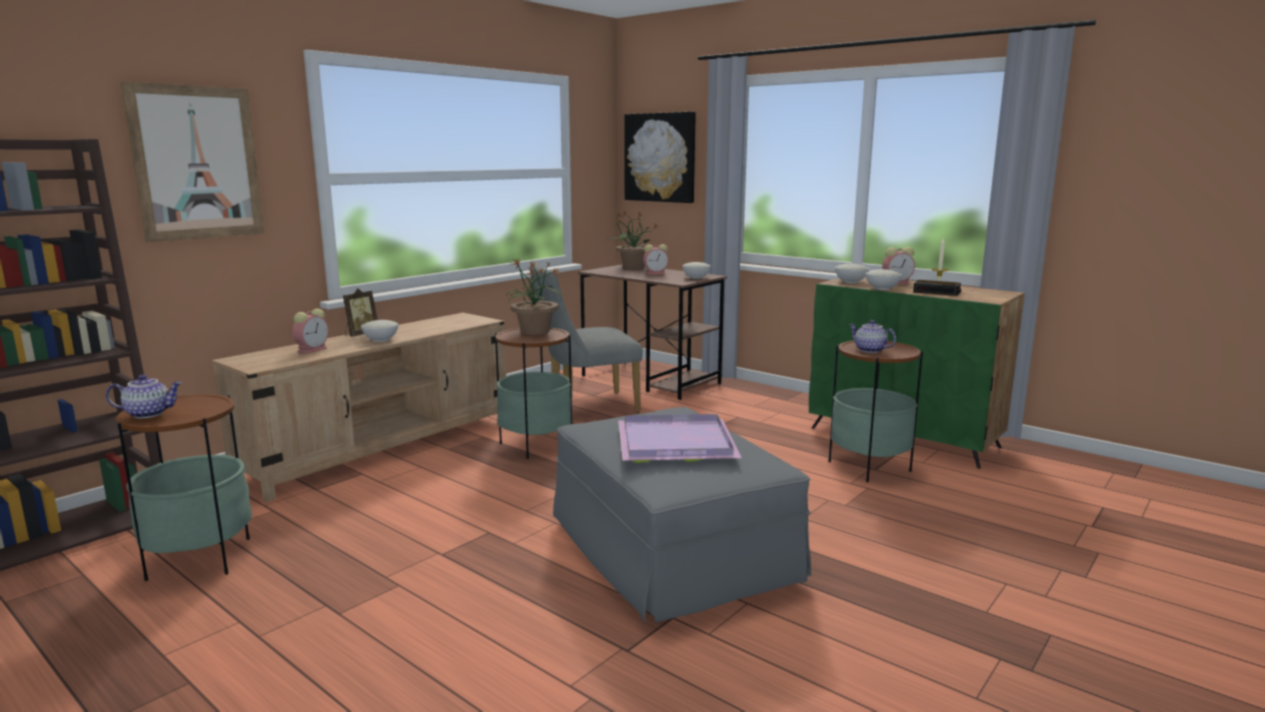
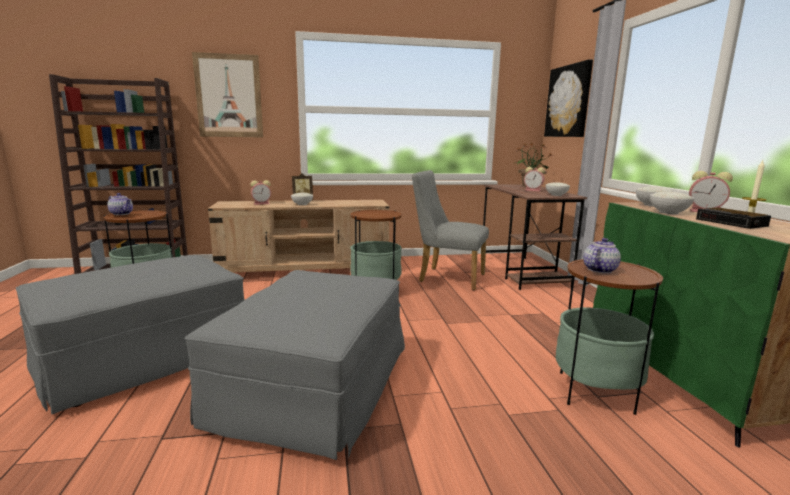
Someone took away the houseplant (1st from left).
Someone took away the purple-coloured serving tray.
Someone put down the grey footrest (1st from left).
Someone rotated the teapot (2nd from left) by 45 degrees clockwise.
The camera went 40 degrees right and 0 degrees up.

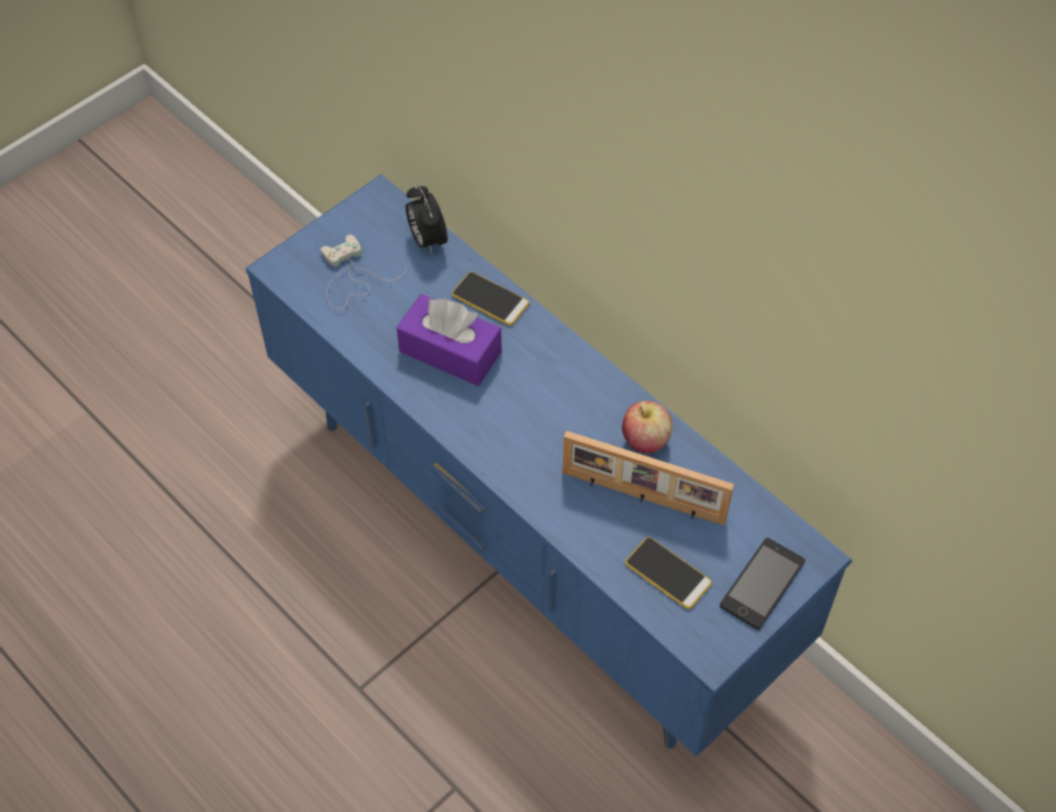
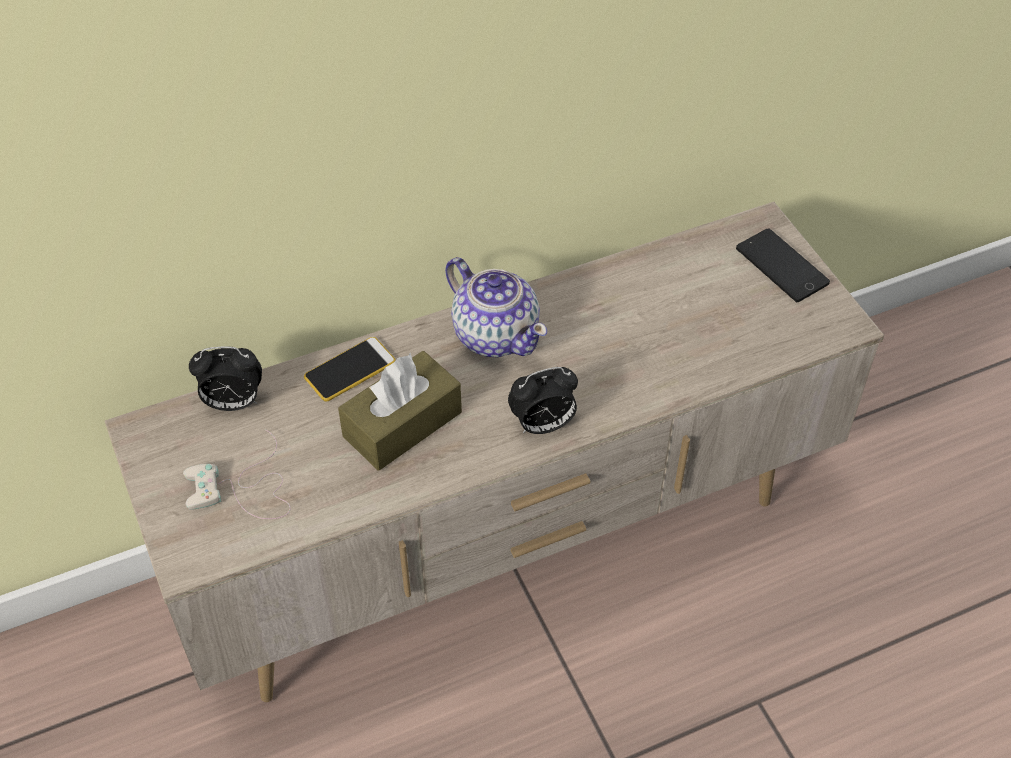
Someone took away the standing frame.
Someone took away the apple fruit.
Someone took away the phone (2nd from left).
Someone put down the teapot.
Someone put down the bedside clock (2nd from left).
Someone repainted the blue tv unit, which became the beige-coloured tv unit.
Someone repainted the purple-coloured box of tissues, which became the brown-coloured box of tissues.
The camera went 70 degrees left and 5 degrees down.

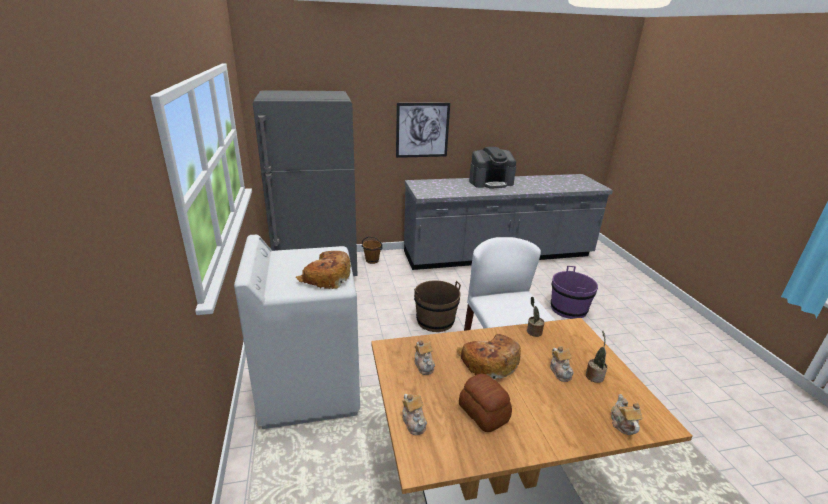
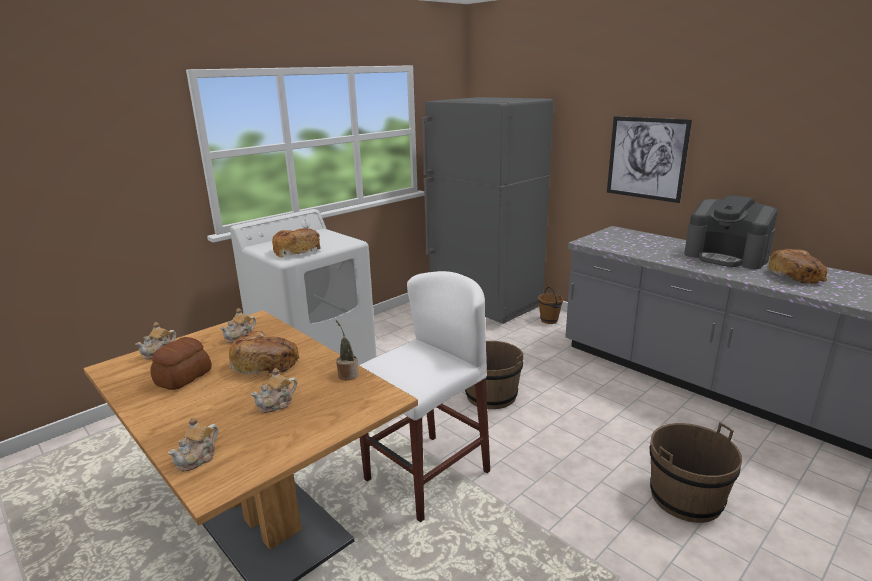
Someone took away the houseplant (2nd from left).
Someone put down the baked bread (4th from left).
Someone repainted the purple-coloured bucket, which became the brown-coloured bucket (3rd from left).
Someone rotated the teapot (4th from left in the first image) by 150 degrees clockwise.
The camera went 60 degrees right and 5 degrees down.

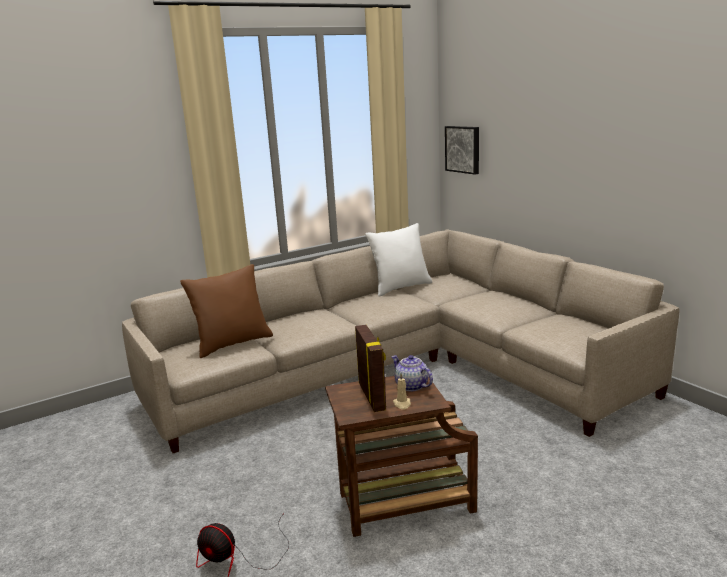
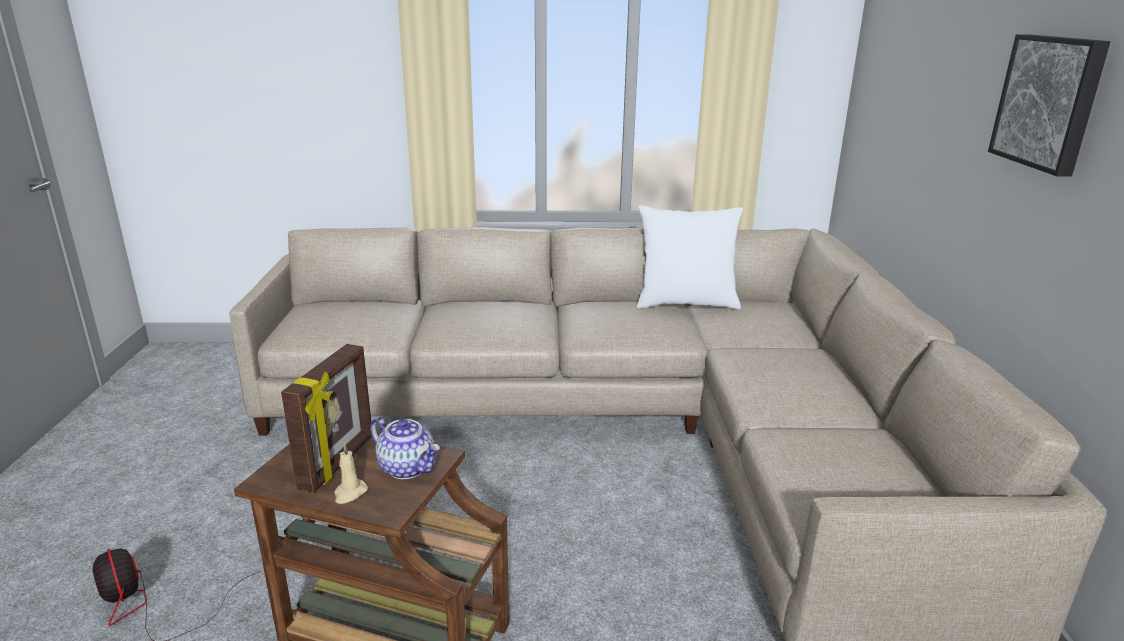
Someone took away the brown-coloured throw pillow.
Someone carried the picture.
Someone rotated the teapot by 135 degrees clockwise.
The camera went 30 degrees right and 5 degrees up.

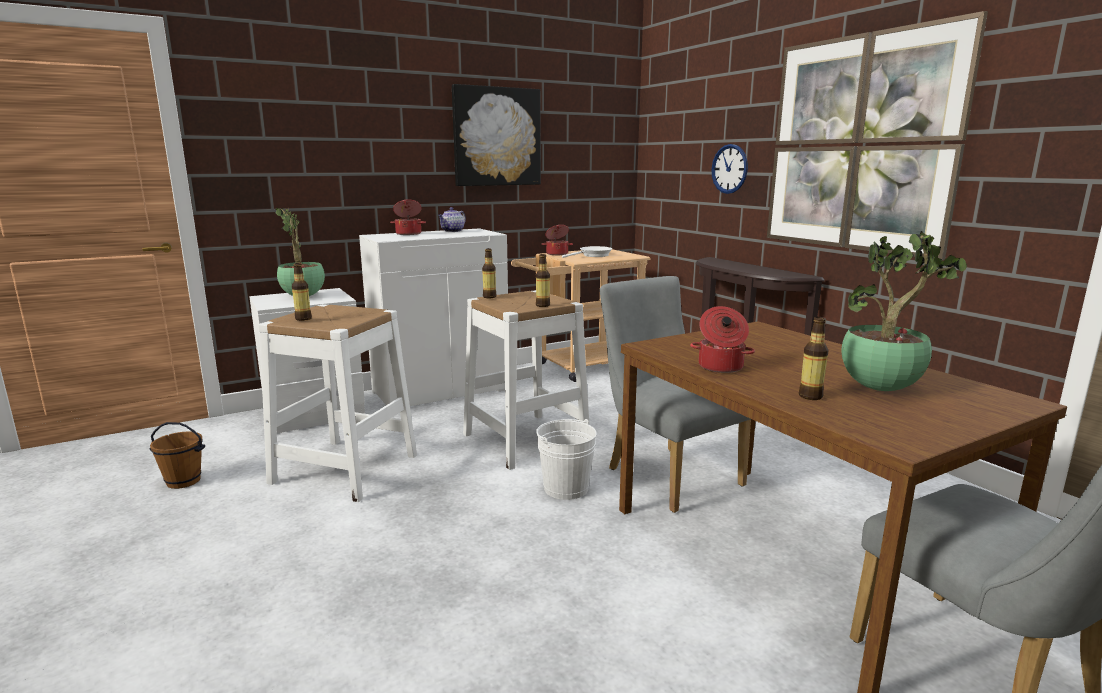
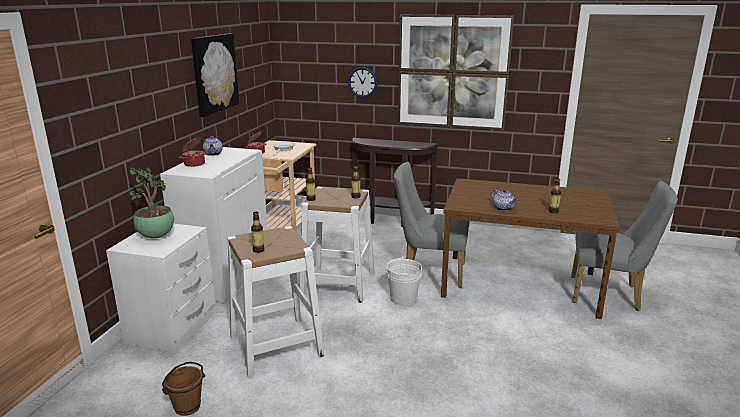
Someone took away the houseplant (2nd from left).
Someone swapped the saucepot (3rd from left) for the teapot (2nd from left).
The camera went 45 degrees left and 5 degrees up.

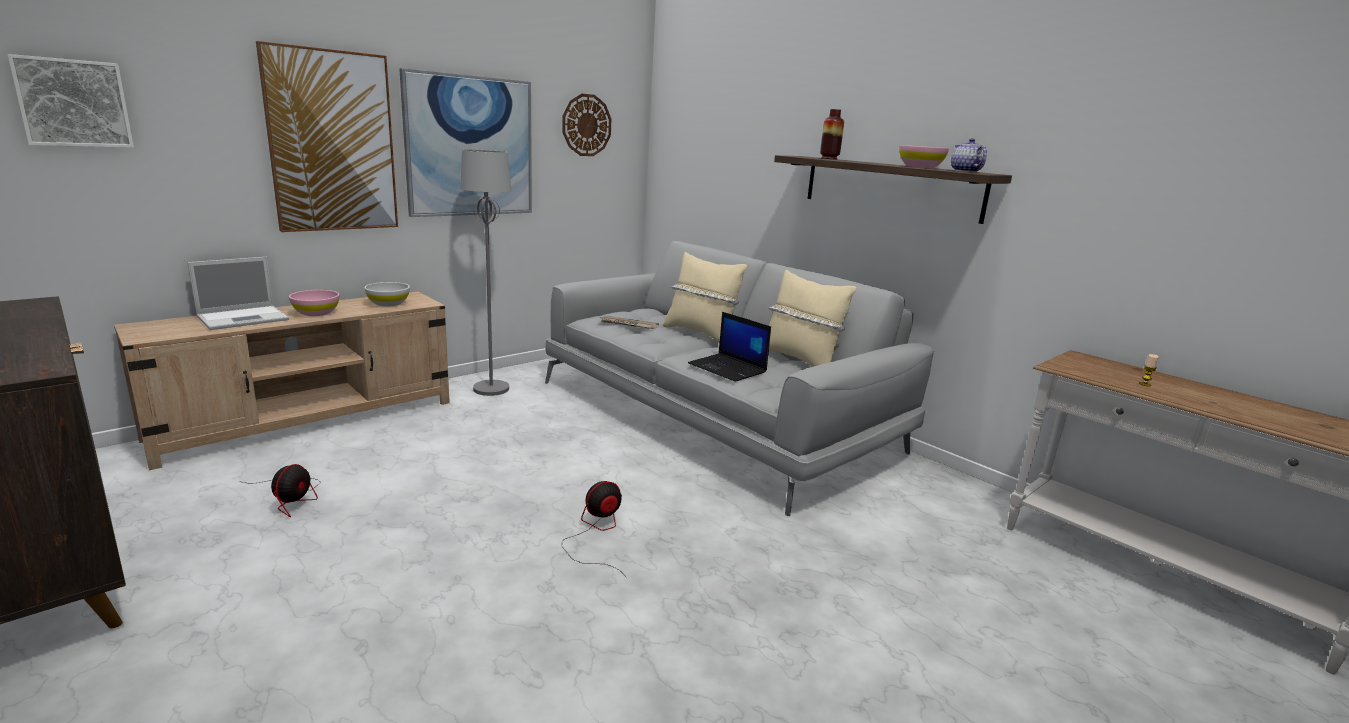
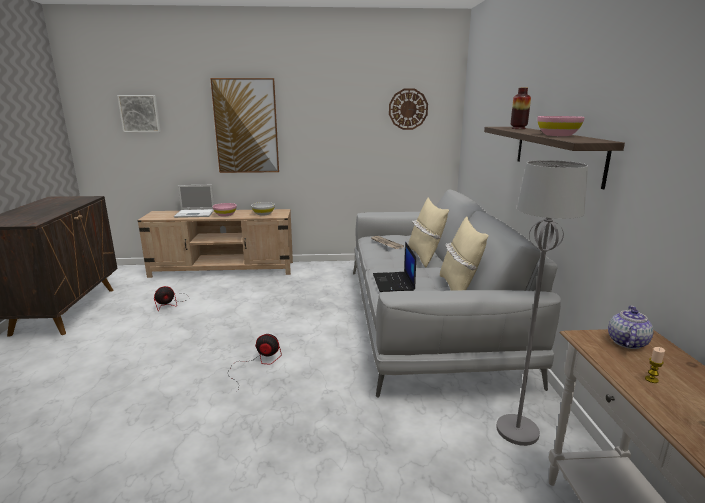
Someone took away the picture (3rd from left).
Someone carried the grey standing lamp.
Someone carried the teapot.
The camera went 40 degrees right and 0 degrees up.

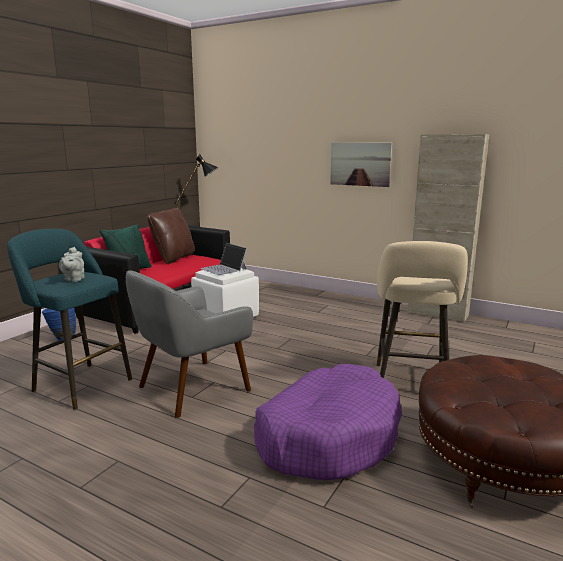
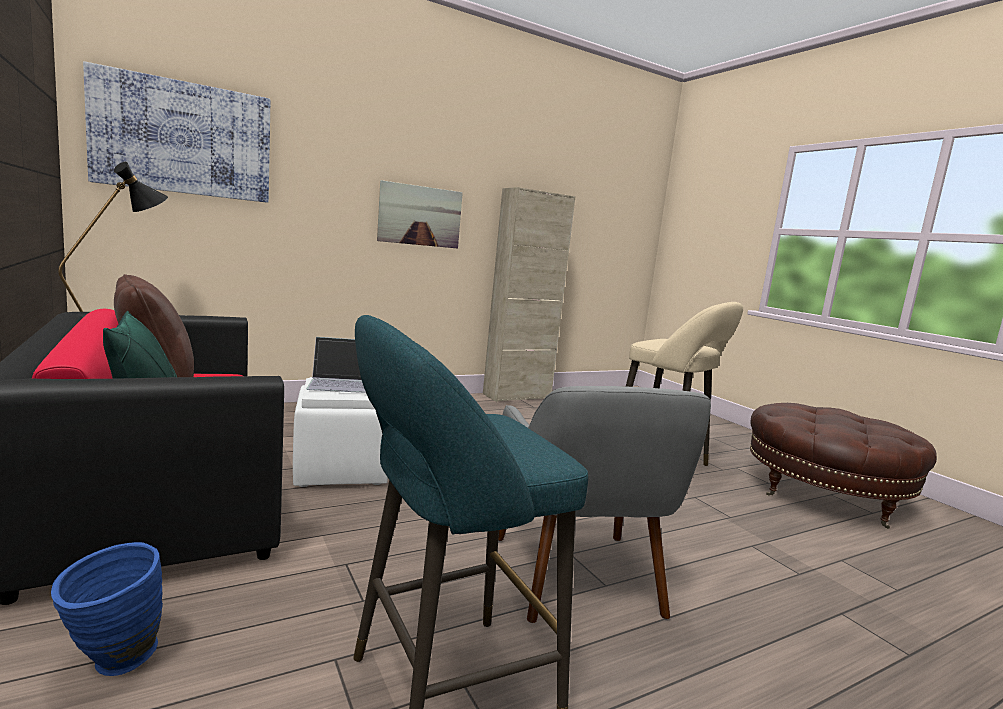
Someone took away the grey teapot.
Someone took away the purple-coloured pet bed.
Someone put up the picture (1st from left).
The camera went 60 degrees left and 5 degrees down.

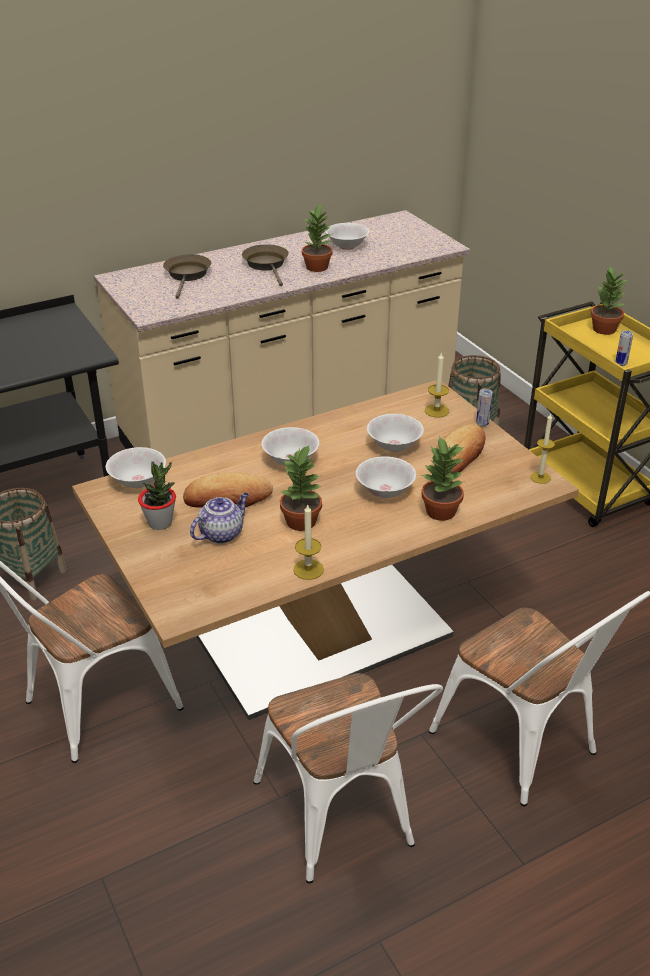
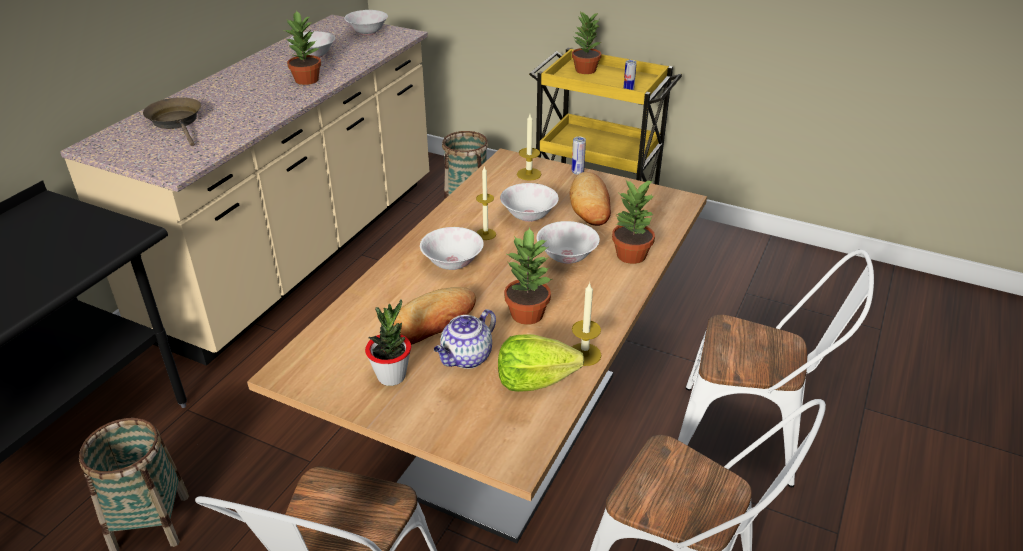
Someone took away the brown-coloured pan (2nd from left).
Someone put down the head of lettuce.
Someone carried the white serving bowl (1st from left in the first image).
Someone carried the wax candle (3rd from left in the first image).
Someone rotated the teapot by 150 degrees counterclockwise.
The camera went 35 degrees left and 0 degrees up.

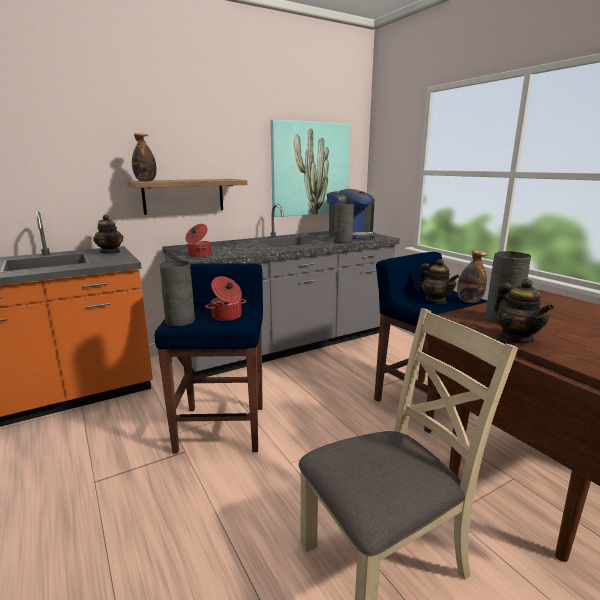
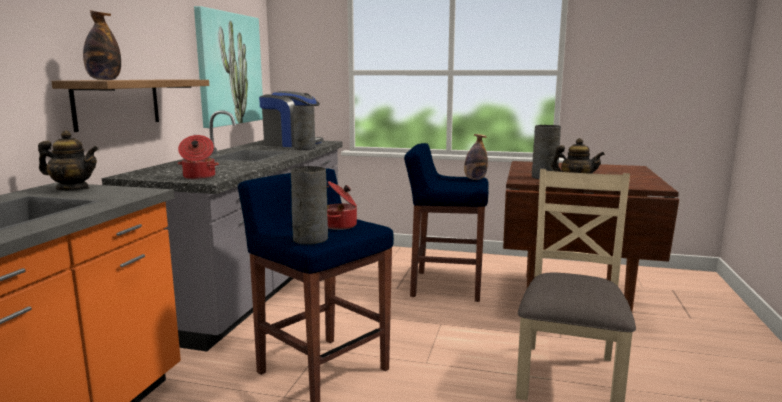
Someone took away the teapot (2nd from left).
The camera went 45 degrees left and 5 degrees down.

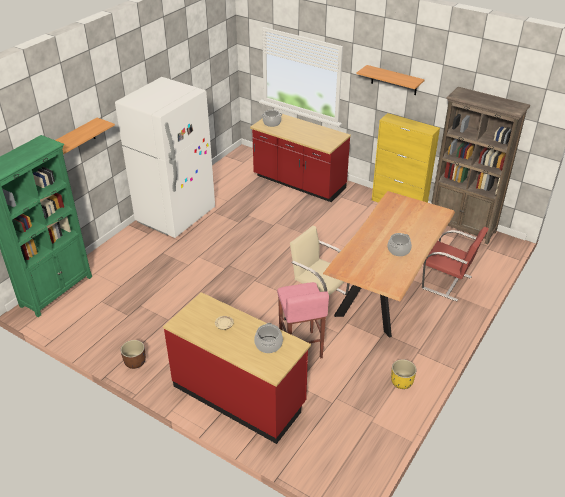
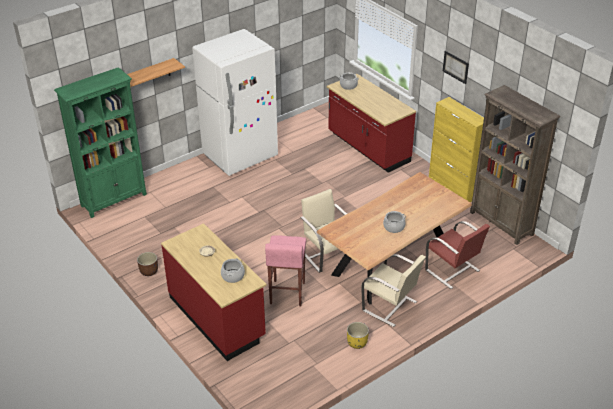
Someone put down the beige-coloured plain chair (2nd from left).
Someone swapped the wall shelf (2nd from left) for the picture.
The camera went 20 degrees right and 0 degrees up.

